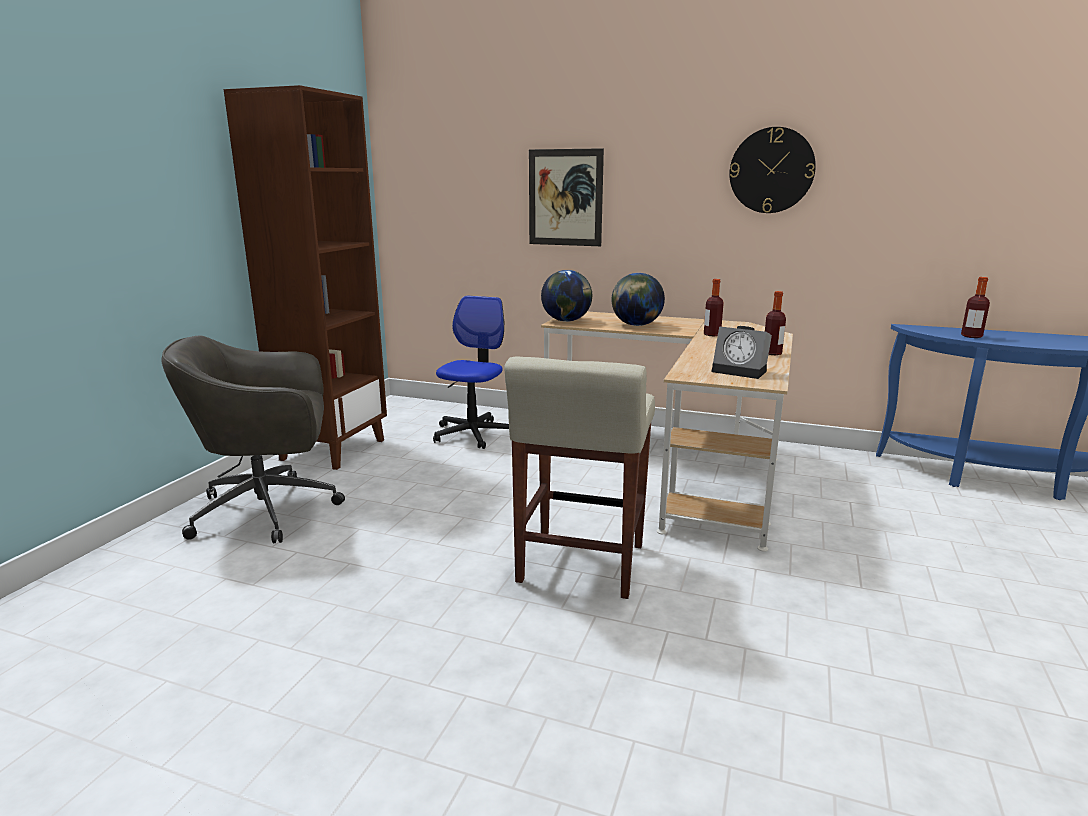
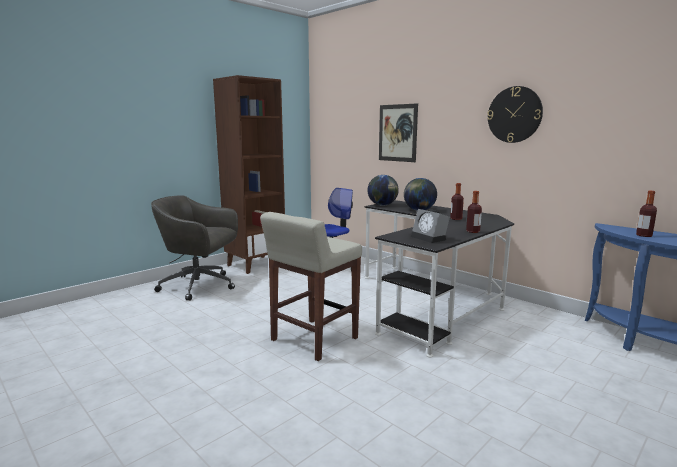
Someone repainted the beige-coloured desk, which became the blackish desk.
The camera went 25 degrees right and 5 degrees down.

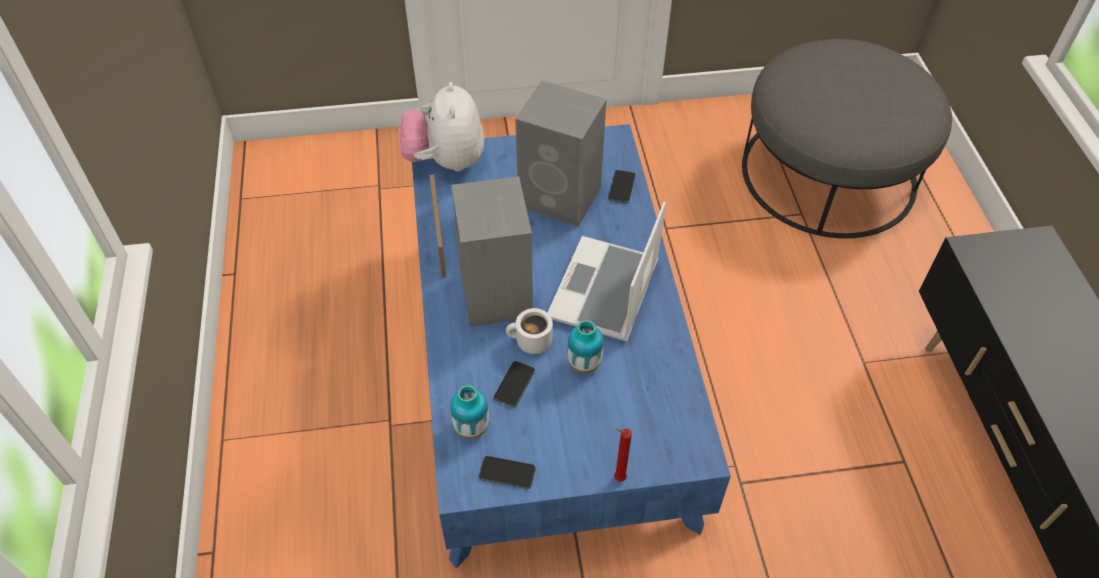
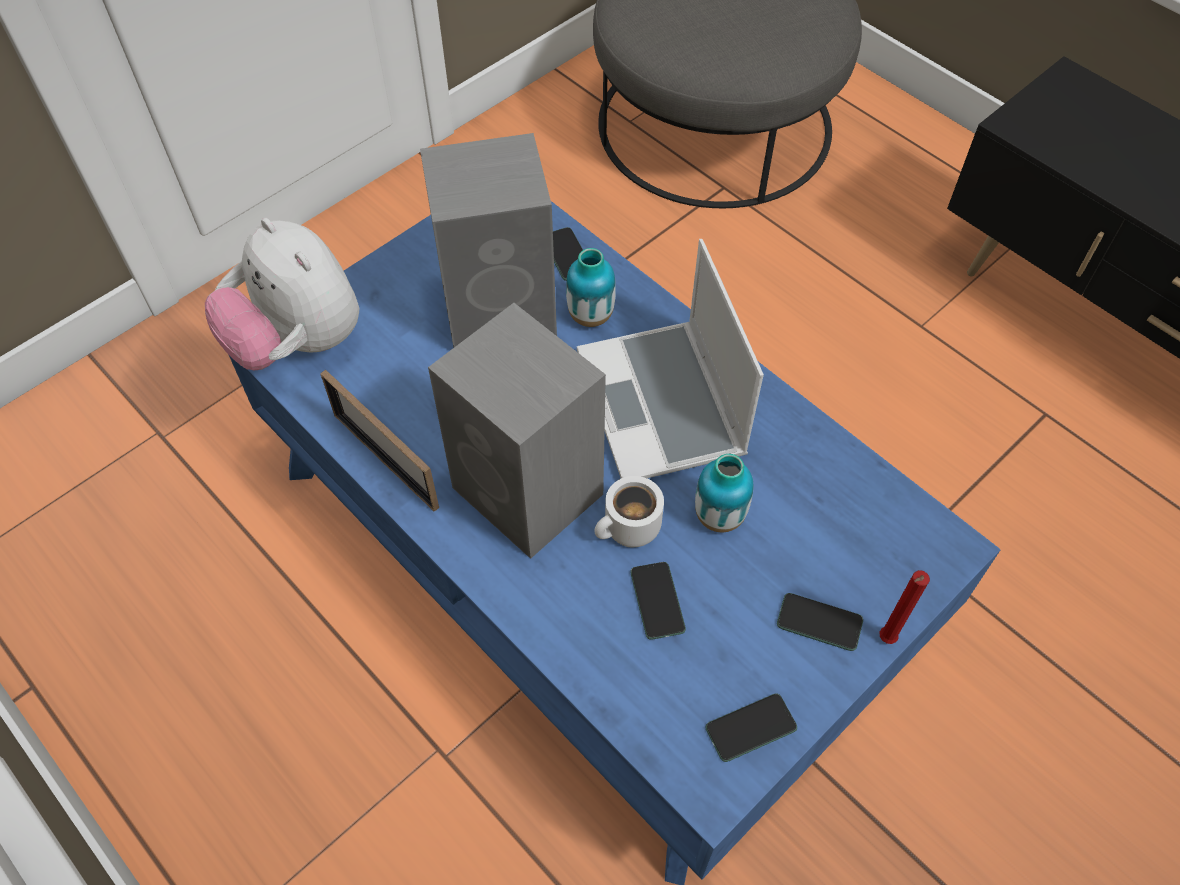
Someone put down the phone (4th from left).
Someone carried the vase (1st from left).
The camera went 35 degrees left and 5 degrees up.

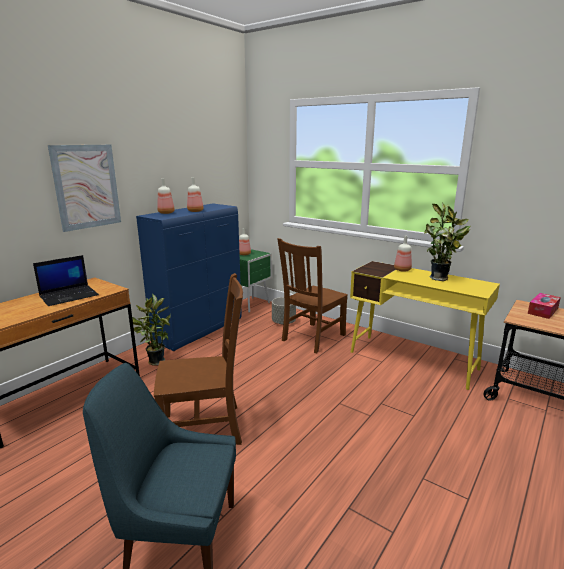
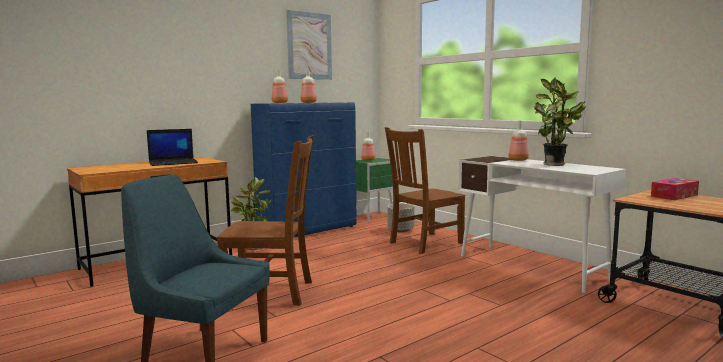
Someone carried the picture.
Someone repainted the yellow-coloured desk, which became the white desk.
The camera went 15 degrees right and 10 degrees down.

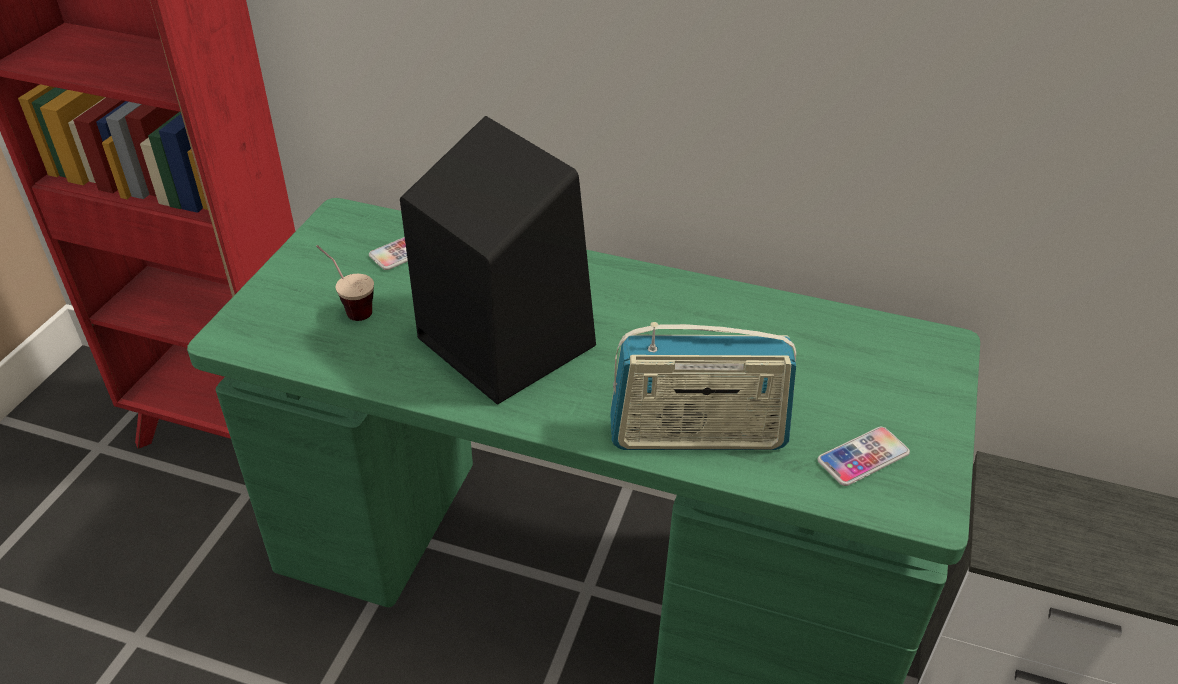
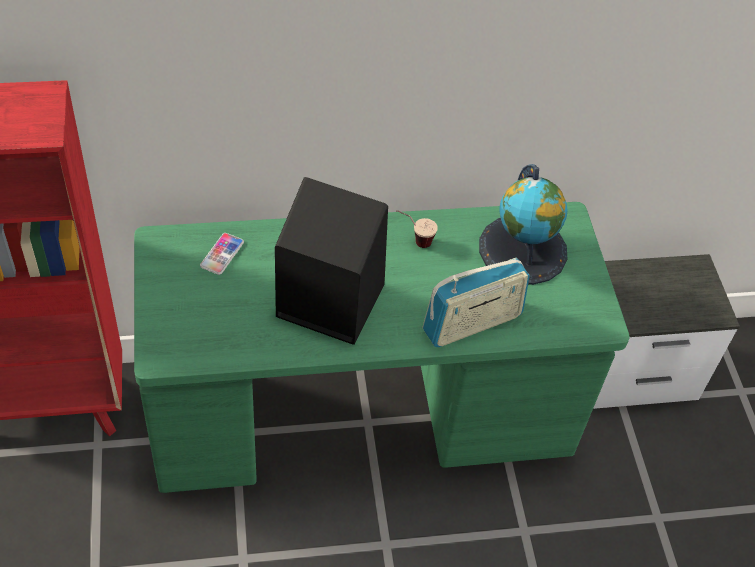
Someone took away the phone (2nd from left).
Someone put down the globe.
Someone carried the drinking cup.
The camera went 30 degrees left and 10 degrees up.

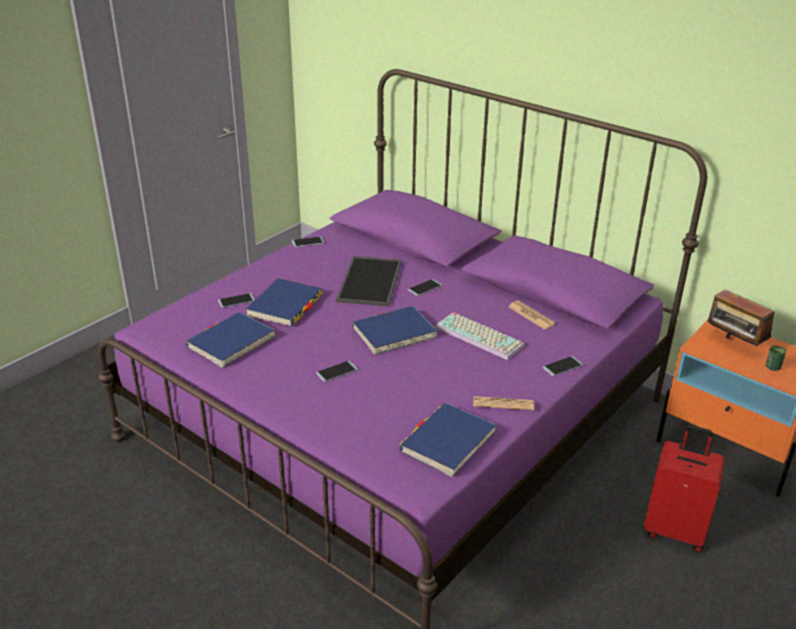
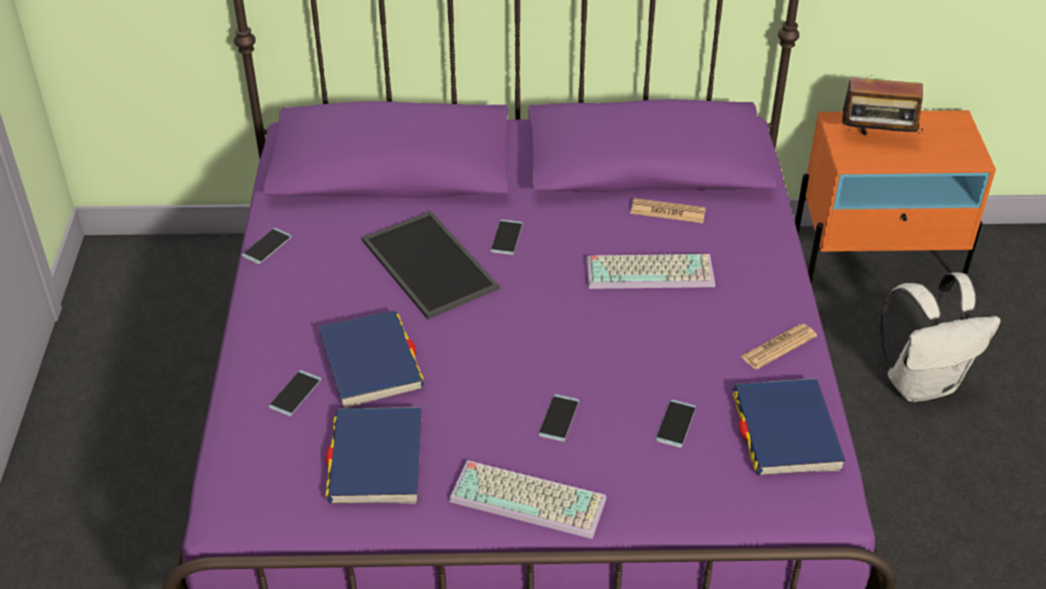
Someone took away the blue book (3rd from left).
Someone took away the green-coloured drinking cup.
Someone put down the keyboard (1st from left).
Someone carried the phone (5th from left).
Someone swapped the red piece of luggage for the white knapsack.
The camera went 40 degrees left and 10 degrees up.

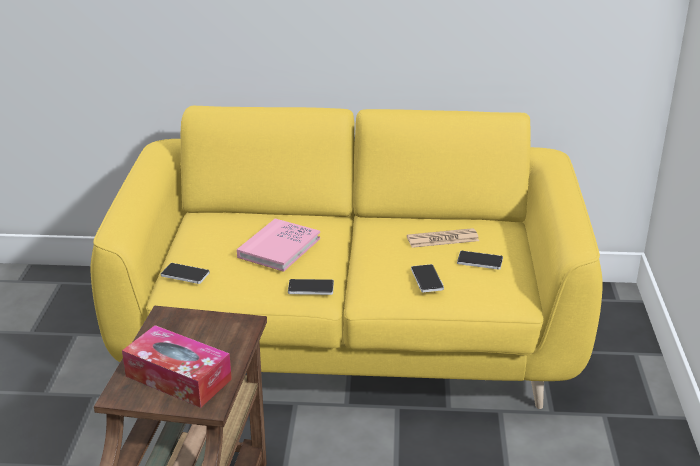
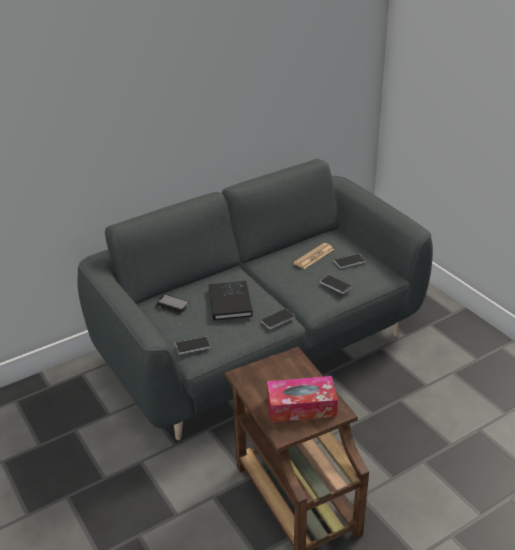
Someone put down the phone (1st from left).
Someone repainted the yellow-coloured couch, which became the grey couch.
Someone repainted the pinkish book, which became the blackish book.
The camera went 35 degrees left and 5 degrees up.

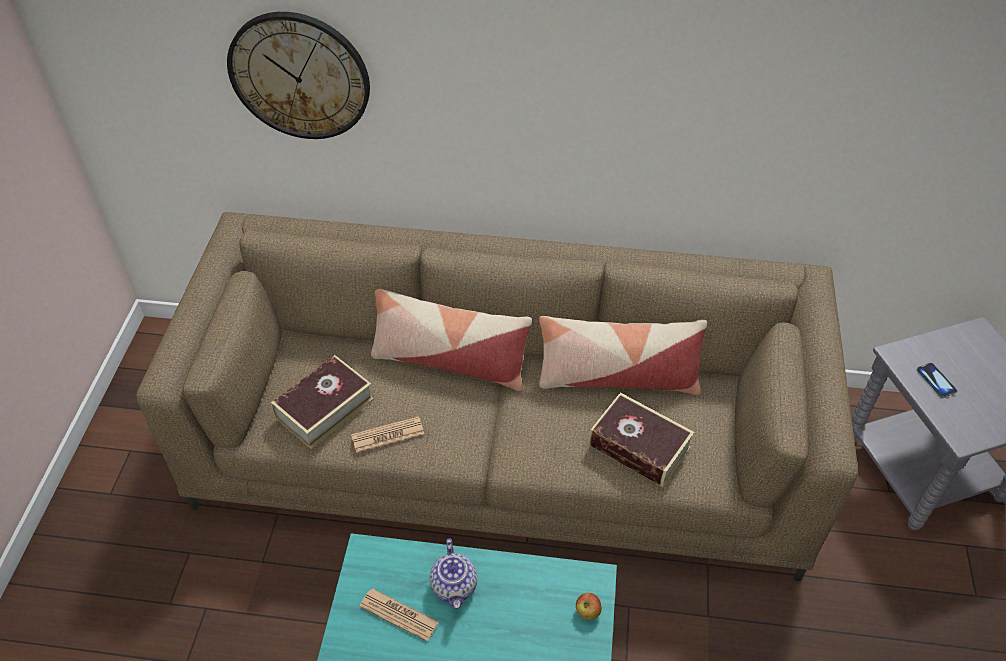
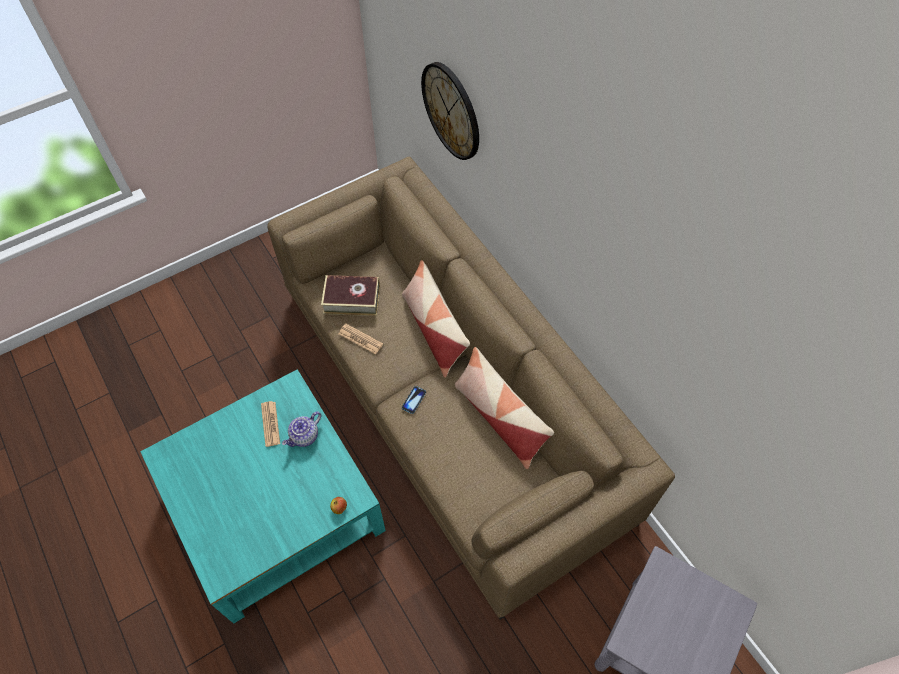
Someone took away the book (2nd from left).
Someone carried the phone.
The camera went 50 degrees right and 10 degrees up.

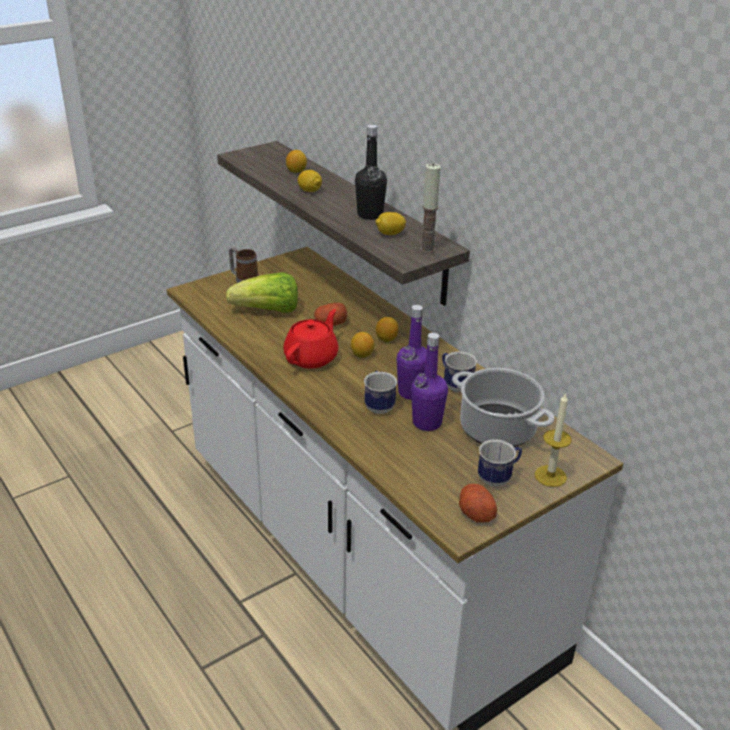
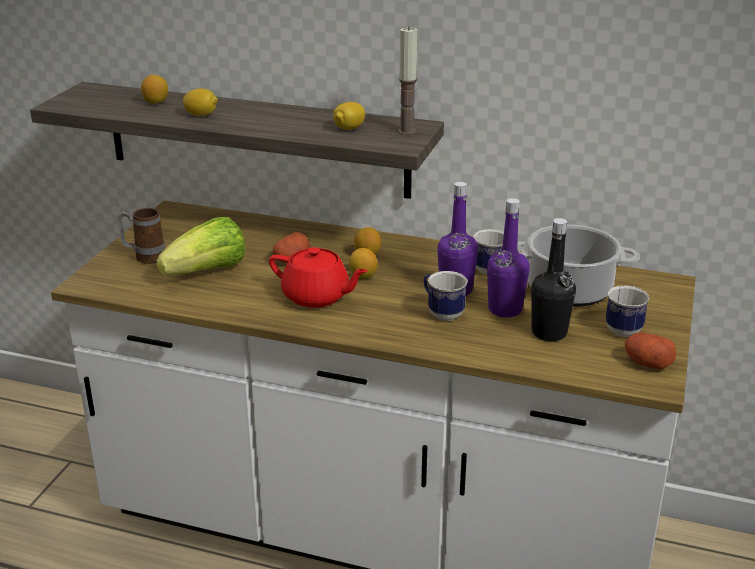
Someone took away the wax candle (2nd from left).
Someone carried the blackish beverage bottle.
Someone rotated the red teapot by 120 degrees clockwise.
The camera went 35 degrees left and 5 degrees down.

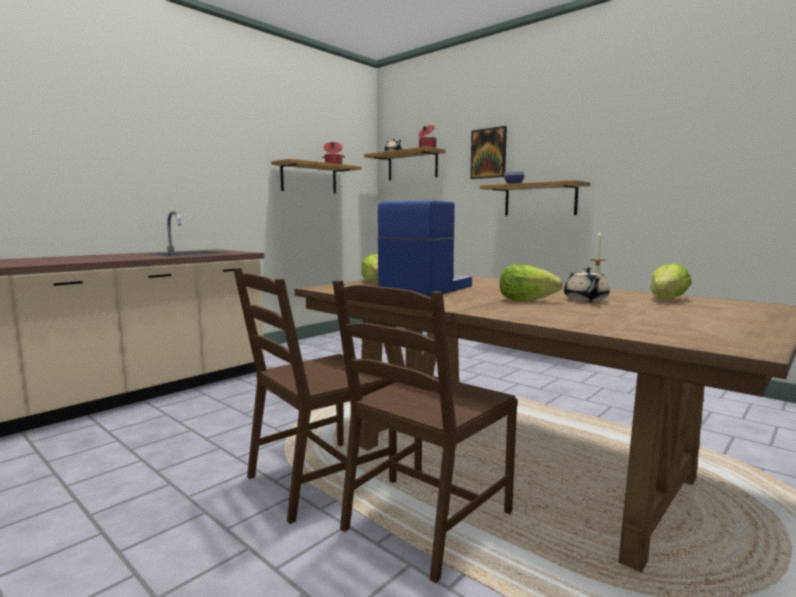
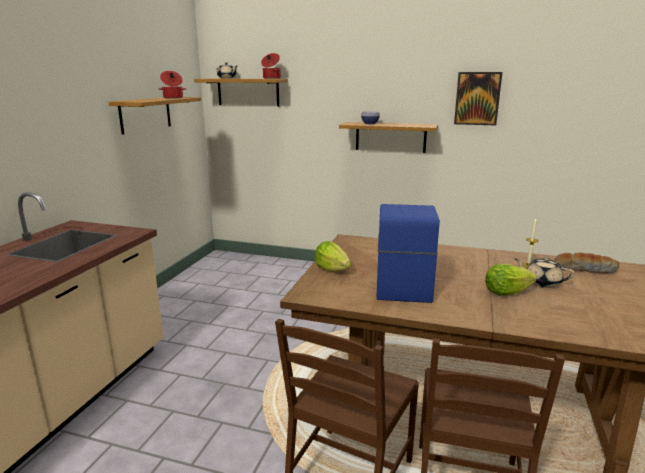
Someone carried the picture.
Someone swapped the head of lettuce (3rd from left) for the baked bread.
Someone rotated the beige-coloured teapot (2nd from left) by 135 degrees clockwise.
The camera went 25 degrees left and 10 degrees up.

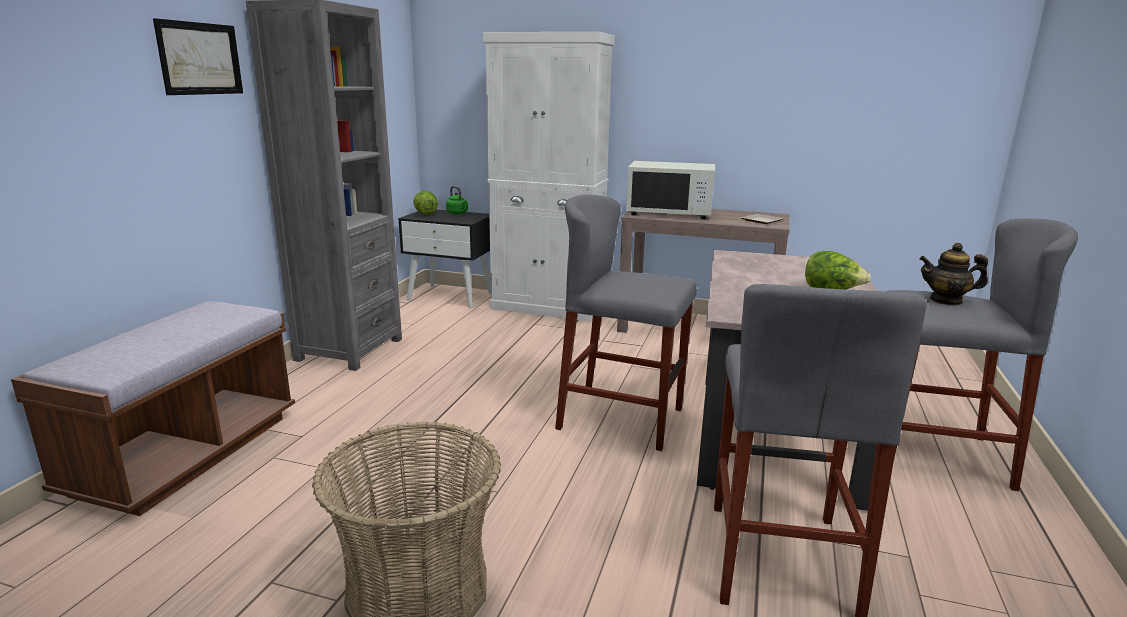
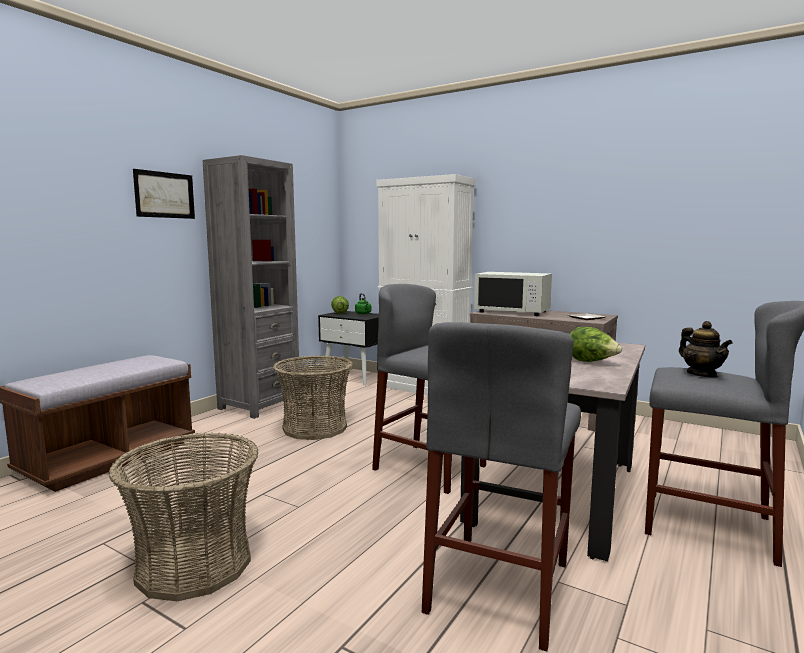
Someone put down the basket (2nd from left).
Someone rotated the teapot by 135 degrees counterclockwise.
The camera went 15 degrees right and 10 degrees down.

